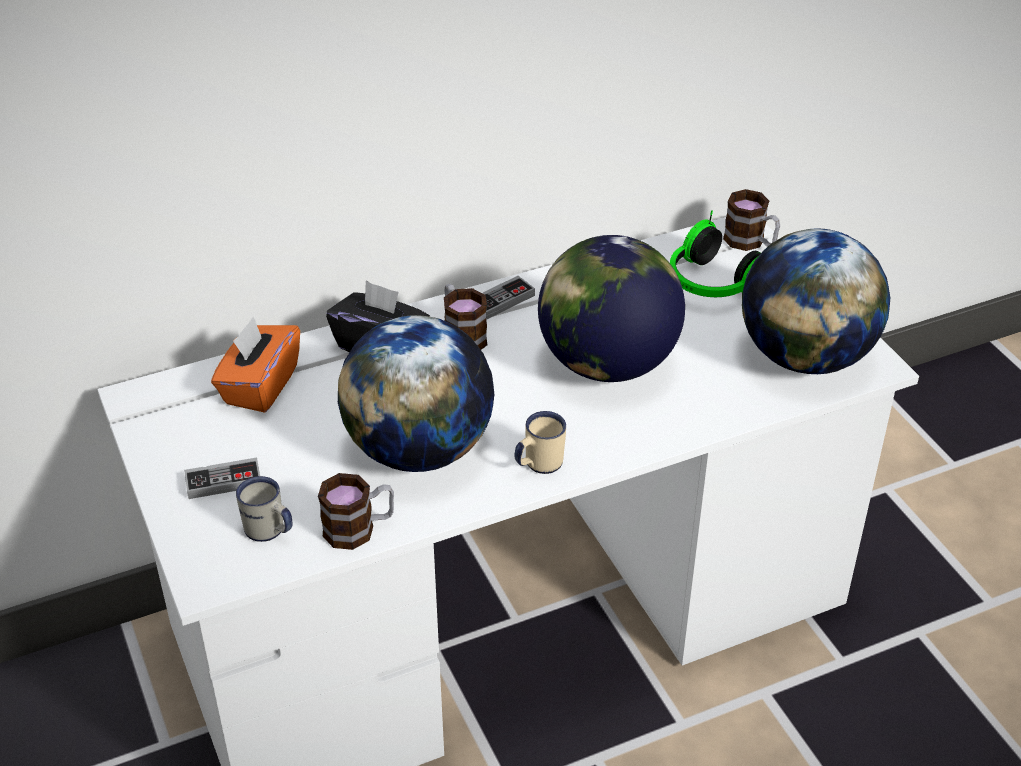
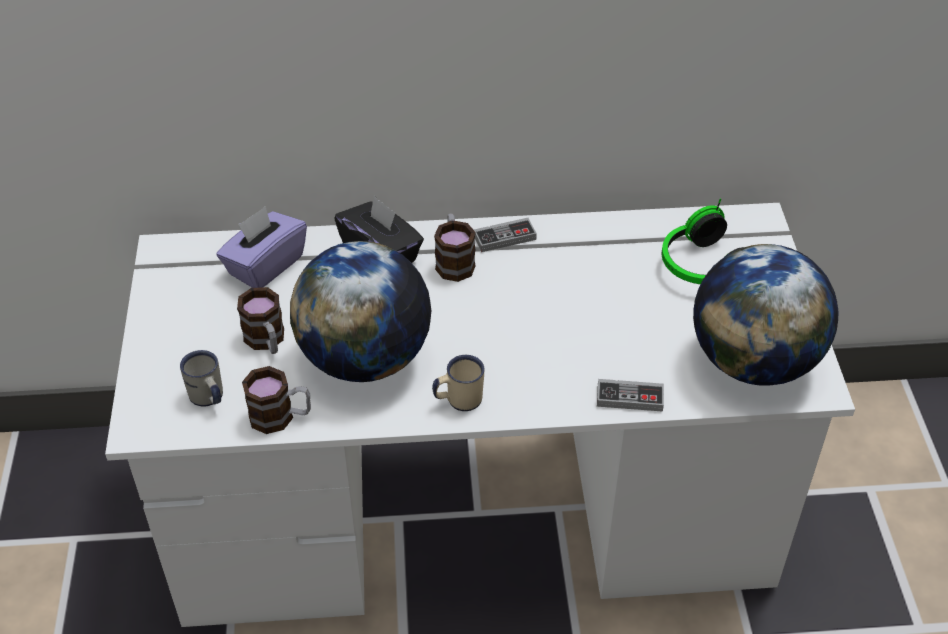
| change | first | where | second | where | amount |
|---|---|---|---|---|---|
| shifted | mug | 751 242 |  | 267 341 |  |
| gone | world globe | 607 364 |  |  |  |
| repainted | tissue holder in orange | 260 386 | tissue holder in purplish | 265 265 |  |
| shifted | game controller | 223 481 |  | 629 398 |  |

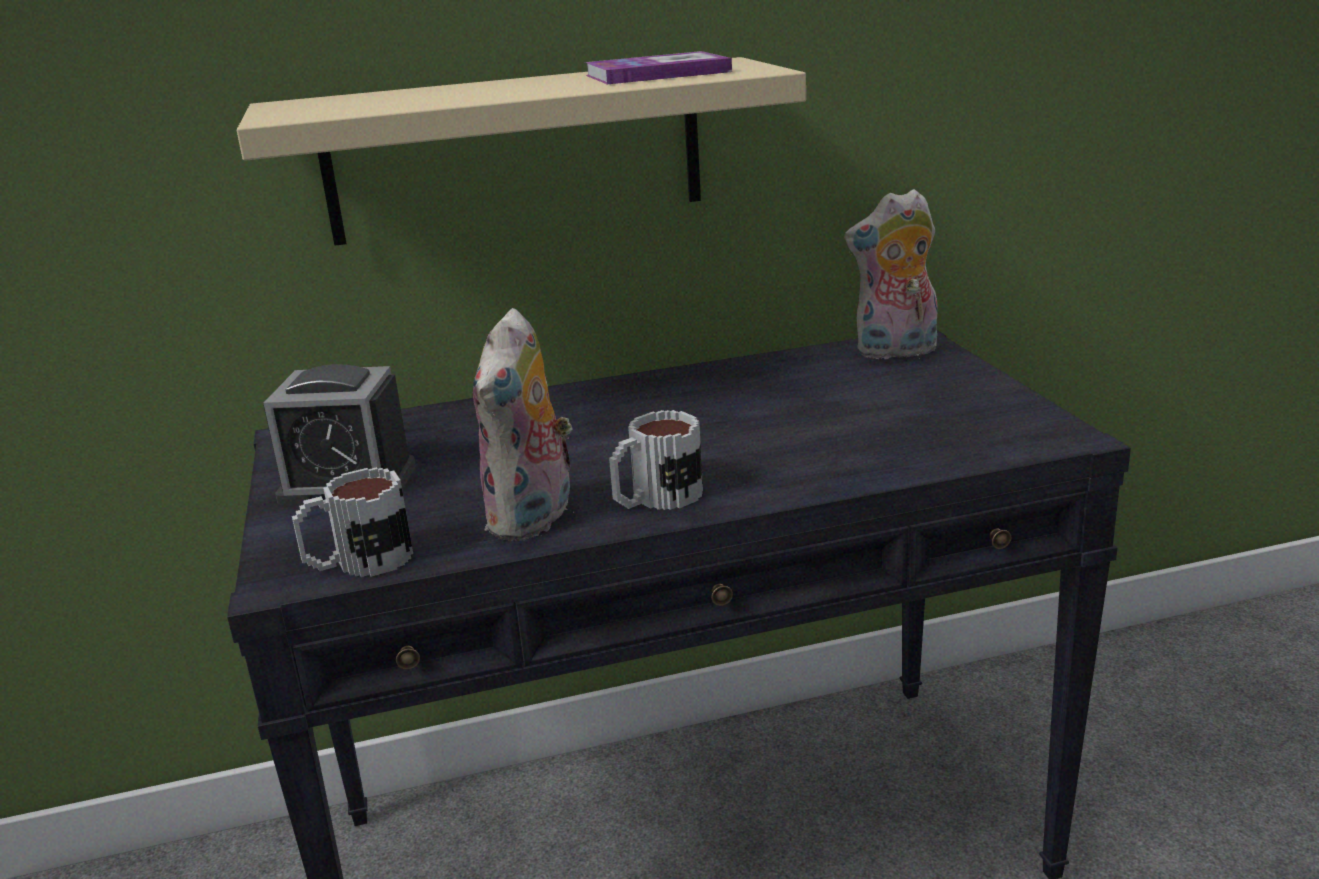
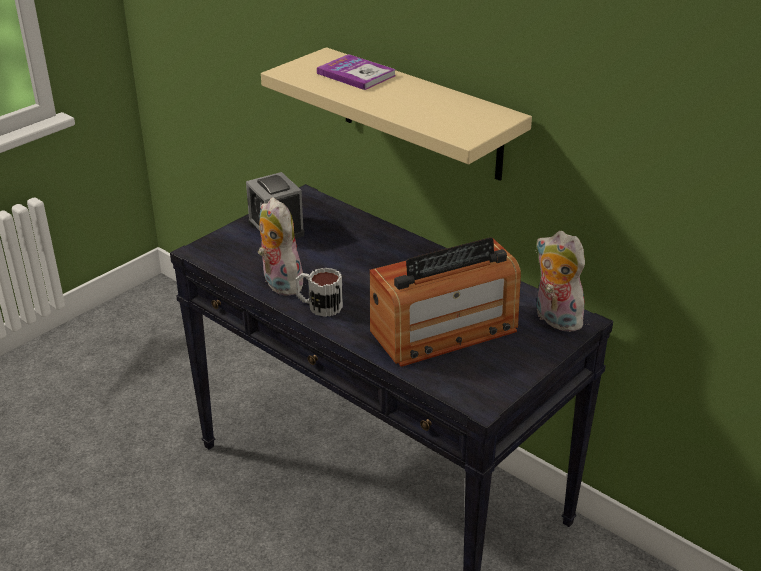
| change | first | where | second | where | amount |
|---|---|---|---|---|---|
| shifted | volume | 657 73 |  | 356 74 |  |
| rotated | plush toy | 534 519 |  | 279 283 | 75 degrees clockwise |
| gone | mug | 358 562 |  |  |  |
| new |  |  | radio | 444 331 |  |

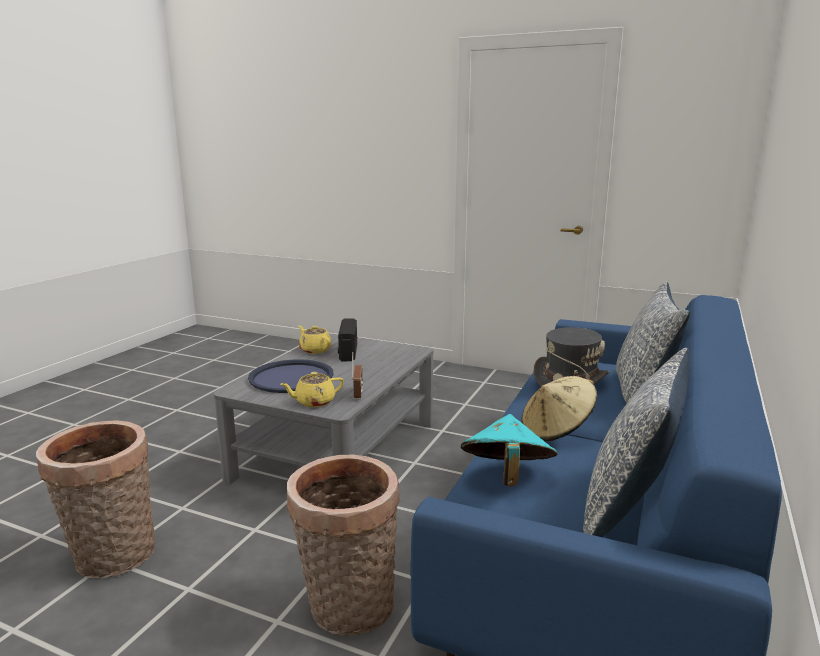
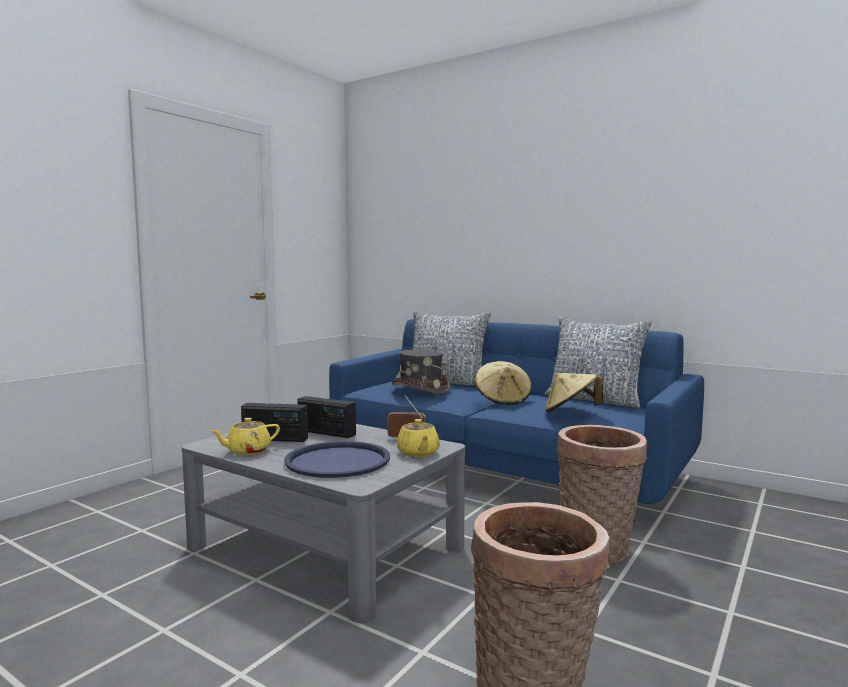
| change | first | where | second | where | amount |
|---|---|---|---|---|---|
| repainted | wearable hat in turquoise | 506 477 | wearable hat in sand-coloured | 571 412 |  |
| new |  |  | radio | 326 433 |  |

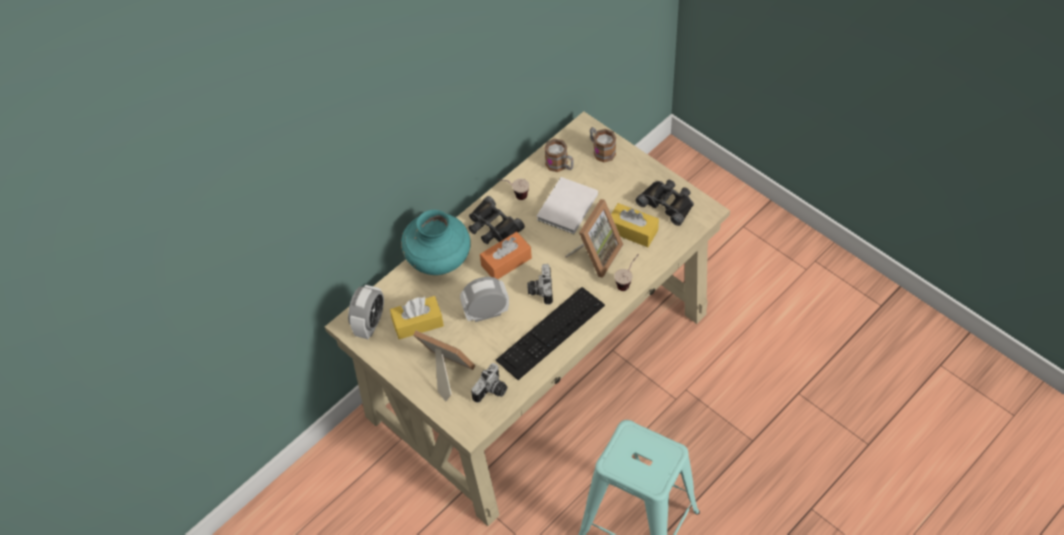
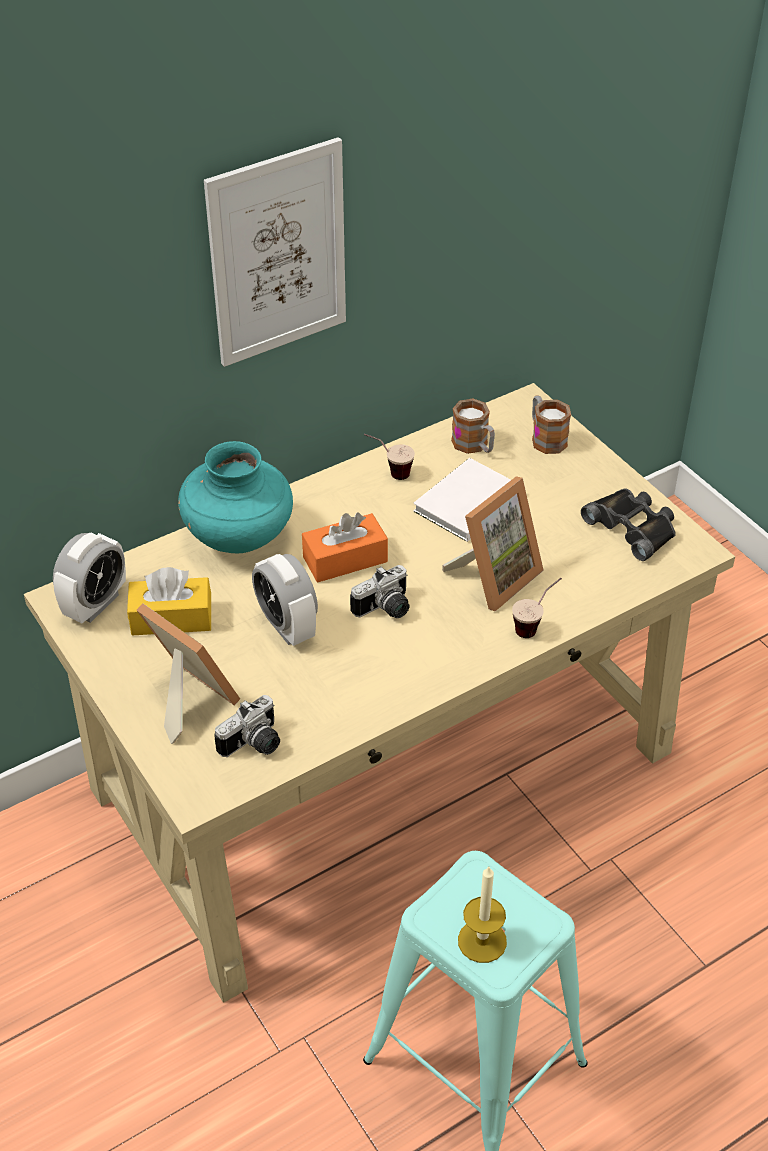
| change | first | where | second | where | amount |
|---|---|---|---|---|---|
| gone | binoculars in black | 493 226 |  |  |  |
| gone | tissue holder in yellow | 632 231 |  |  |  |
| rotated | photo camera | 539 290 |  | 385 609 | 135 degrees counterclockwise |
| rotated | table clock | 486 313 |  | 287 626 | 120 degrees counterclockwise |
| gone | PC keyboard | 550 332 |  |  |  |
| new |  |  | wall art | 277 253 |  |
| new |  |  | wax light | 482 941 |  |

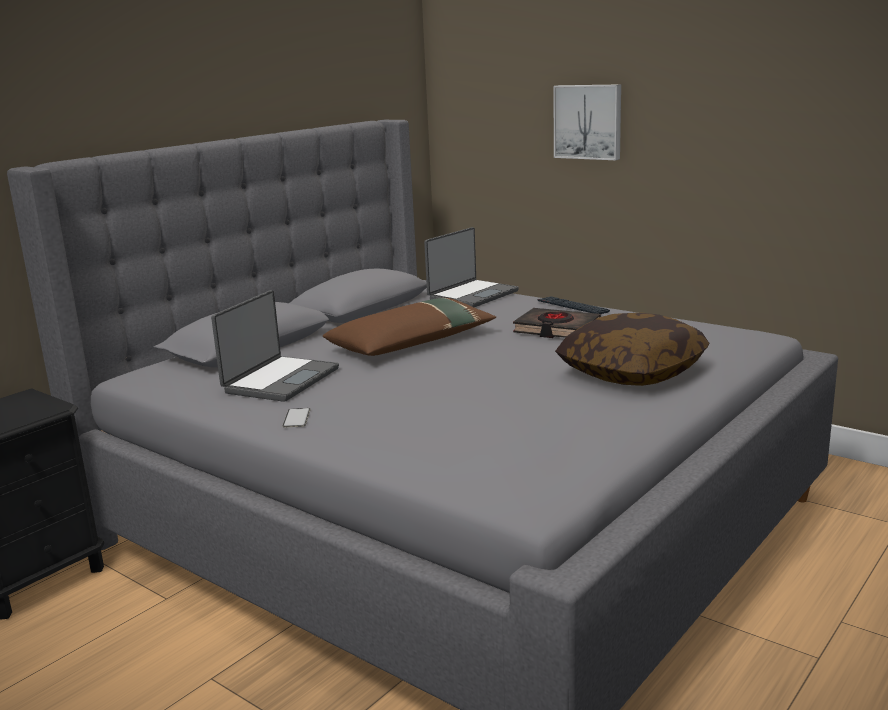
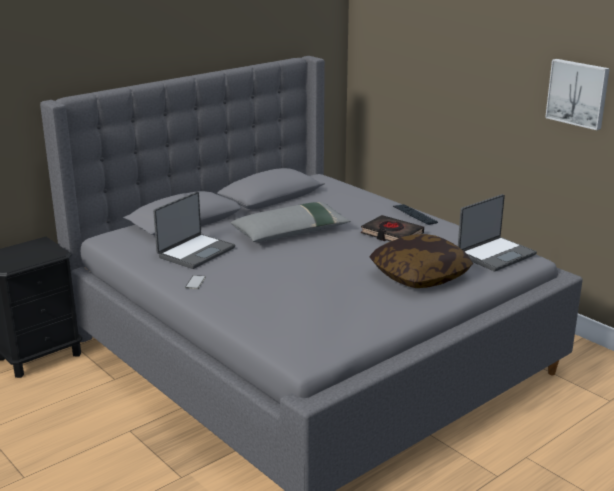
| change | first | where | second | where | amount |
|---|---|---|---|---|---|
| shifted | wall art | 588 121 |  | 578 93 |  |
| shifted | notebook computer | 472 295 |  | 495 254 |  |
| repainted | pillow in brownish | 413 343 | pillow in gray | 291 232 |  |

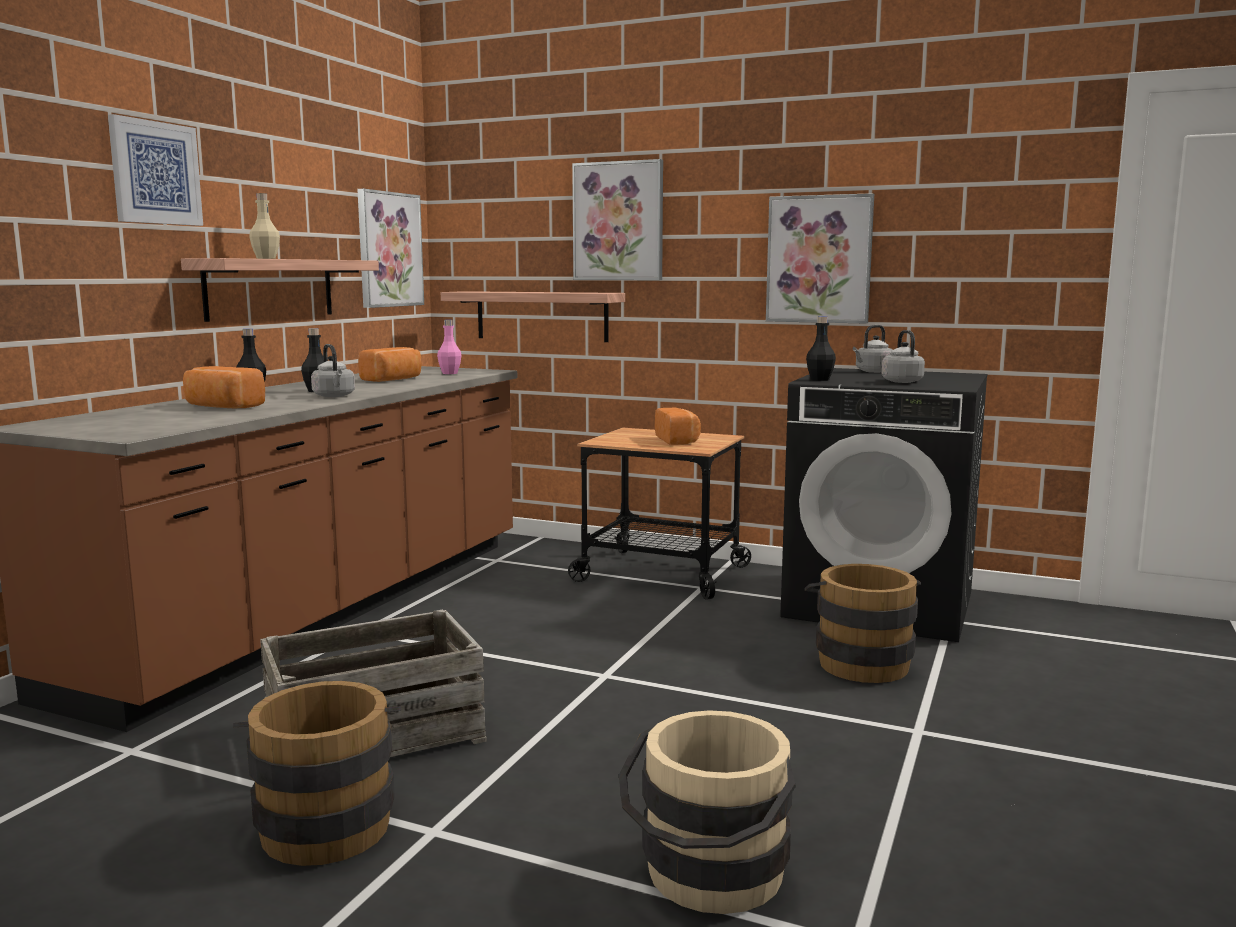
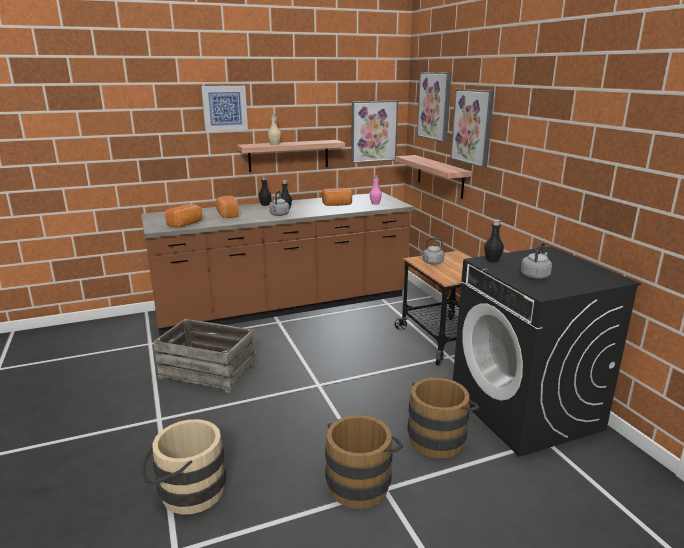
| change | first | where | second | where | amount |
|---|---|---|---|---|---|
| shifted | wall art | 819 259 |  | 434 106 |  |
| shifted | kettle in gray | 872 371 |  | 431 262 |  |
| shifted | baked bread | 678 440 |  | 186 224 |  |
| shifted | water bucket in brownish | 326 821 |  | 361 481 |  |

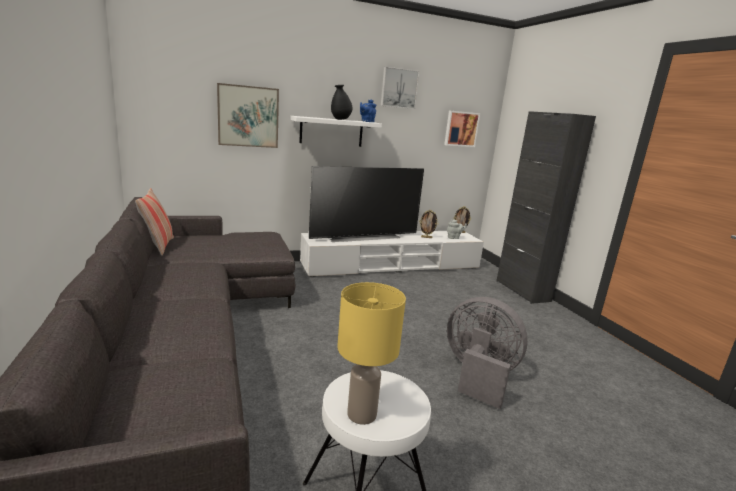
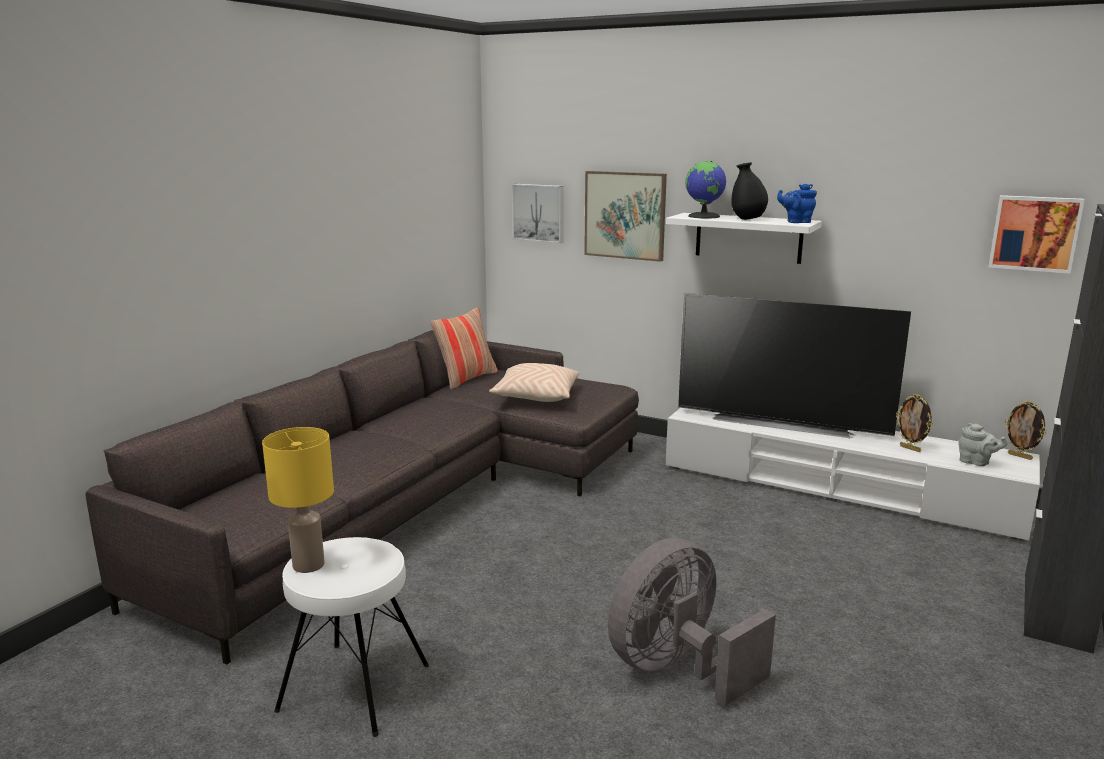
| change | first | where | second | where | amount |
|---|---|---|---|---|---|
| shifted | wall art | 399 88 |  | 539 212 |  |
| rotated | electric fan in gray | 478 376 |  | 678 669 | 120 degrees counterclockwise |
| new |  |  | world globe | 704 216 |  |
| new |  |  | pillow in sand-coloured | 536 397 |  |

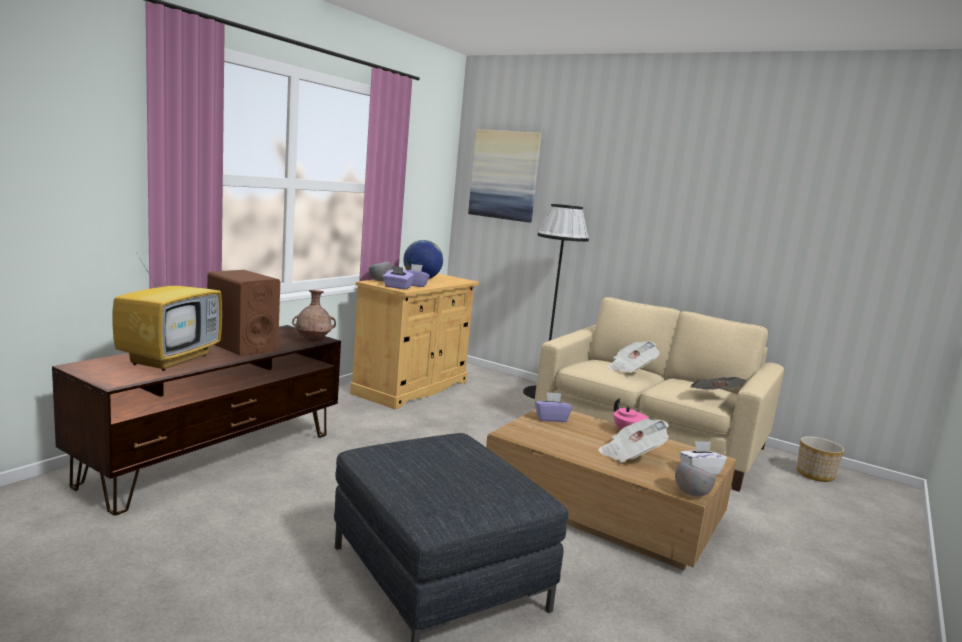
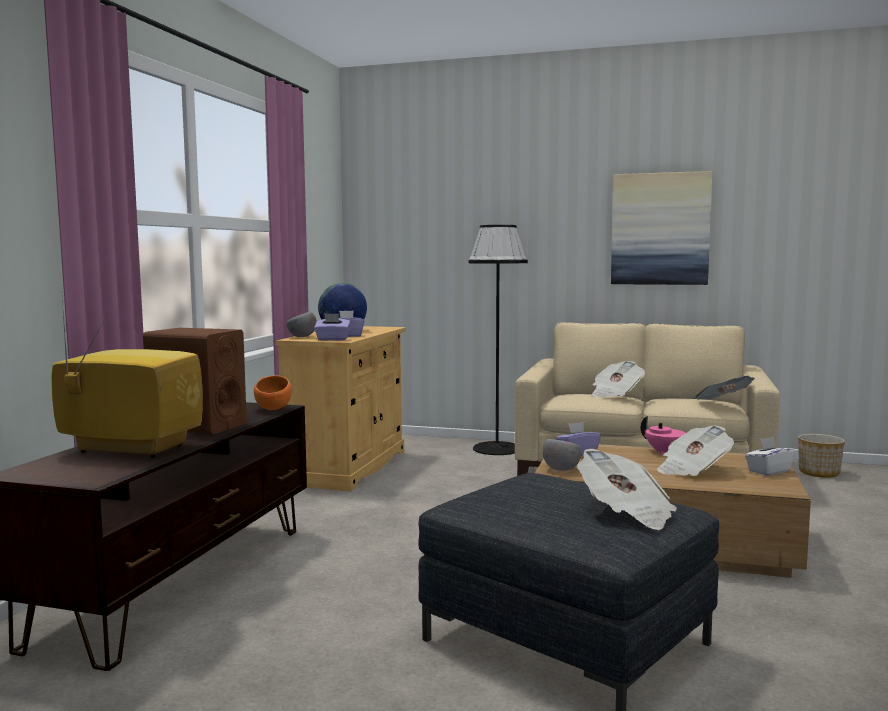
| change | first | where | second | where | amount |
|---|---|---|---|---|---|
| shifted | wall art | 504 175 |  | 660 229 |  |
| rotated | television | 170 359 |  | 128 449 | 75 degrees counterclockwise |
| swapped | decorative vase in brownish | 313 340 | deep dish in orange | 273 409 |  |
| shifted | deep dish in gray | 691 493 |  | 560 470 |  |
| new |  |  | daily paper | 626 514 |  |

